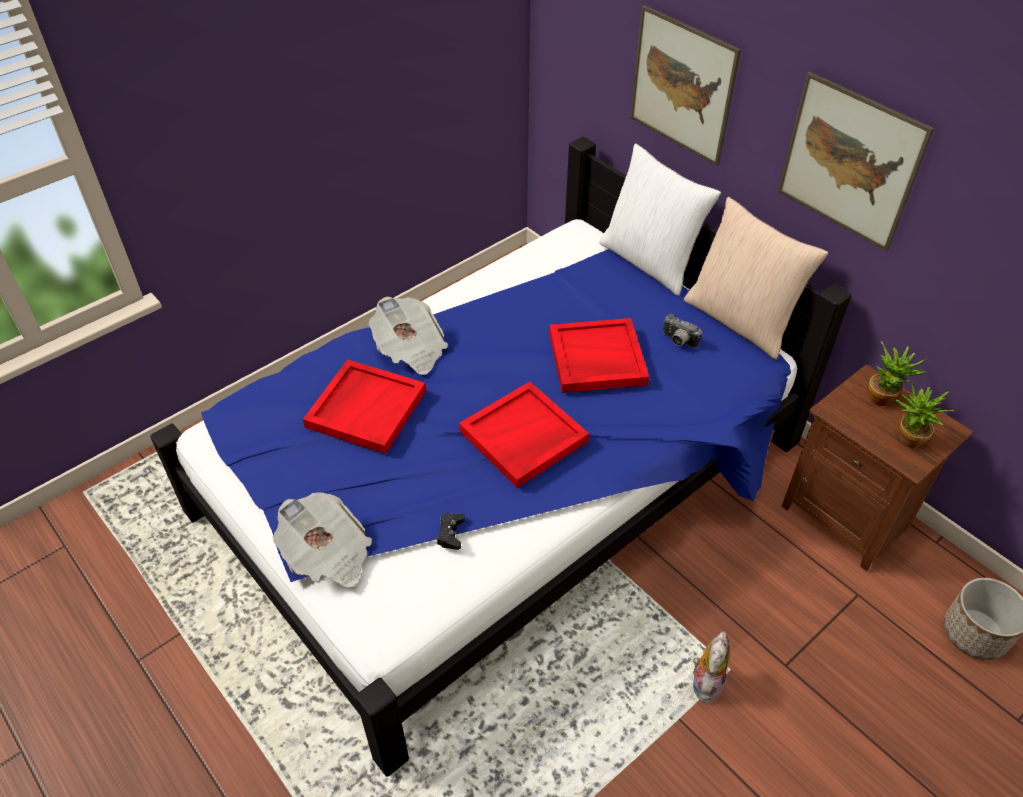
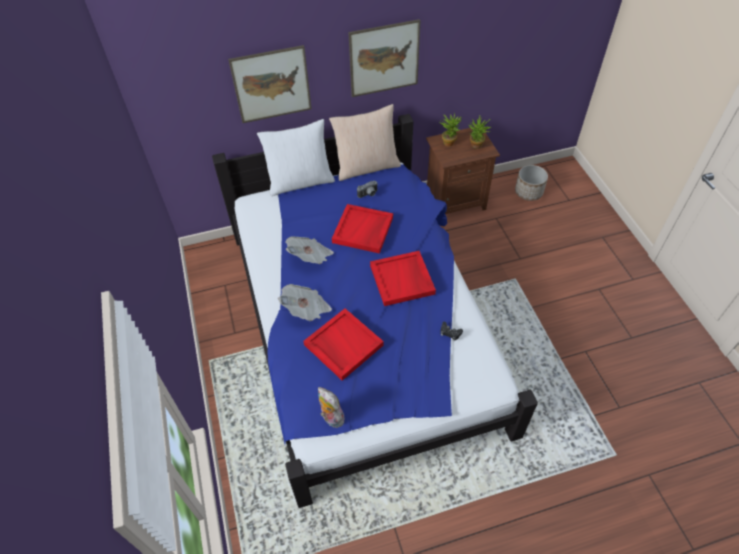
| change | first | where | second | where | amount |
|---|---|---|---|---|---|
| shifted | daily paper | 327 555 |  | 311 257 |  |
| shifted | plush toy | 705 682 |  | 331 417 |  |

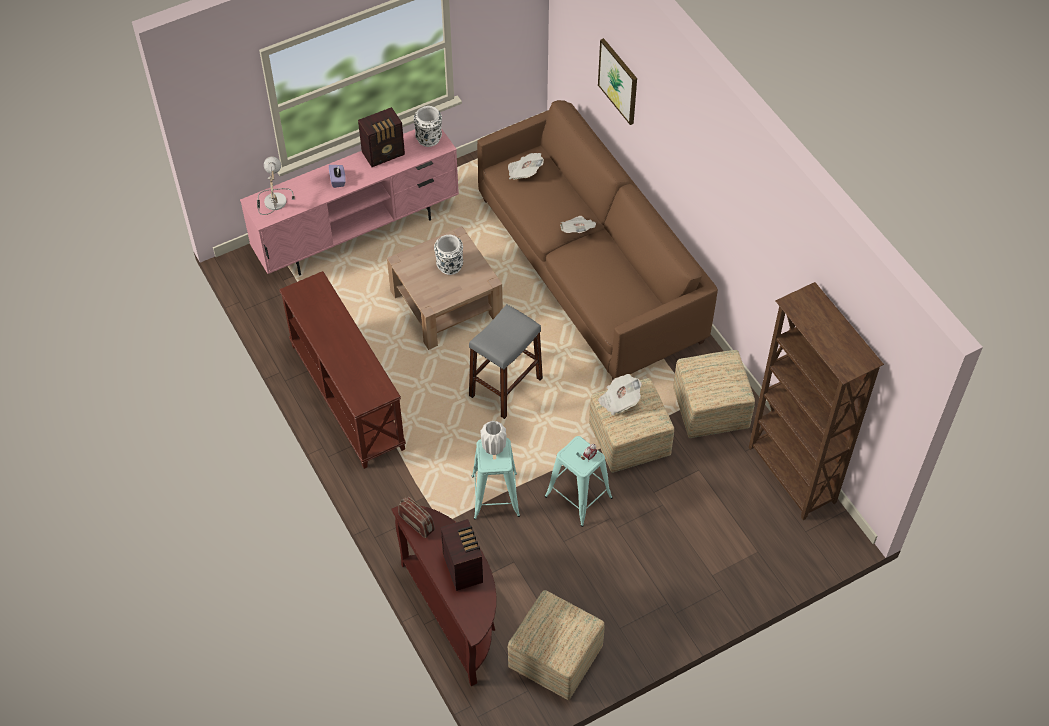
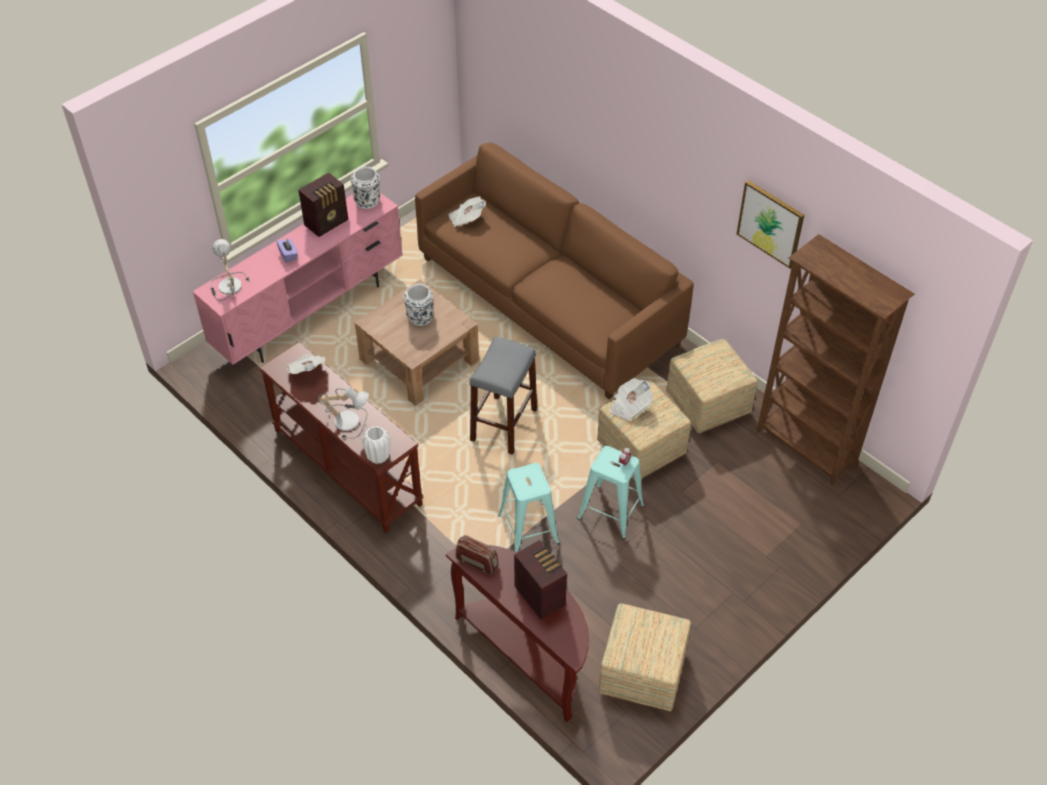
| change | first | where | second | where | amount |
|---|---|---|---|---|---|
| shifted | wall art | 618 81 |  | 770 223 |  |
| shifted | daily paper | 577 231 |  | 307 370 |  |
| shifted | decorative vase in white | 493 448 |  | 378 457 |  |
| new |  |  | lamp for a table | 349 419 |  |

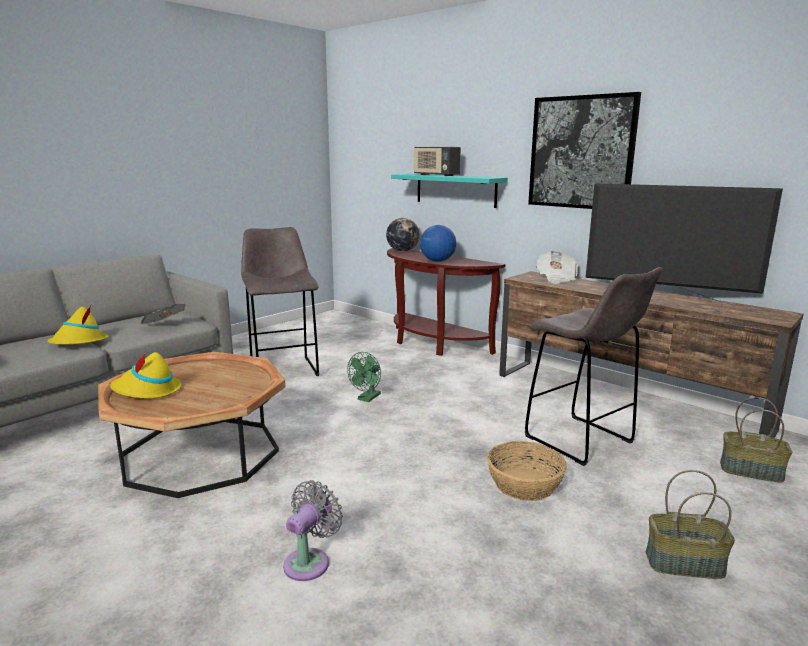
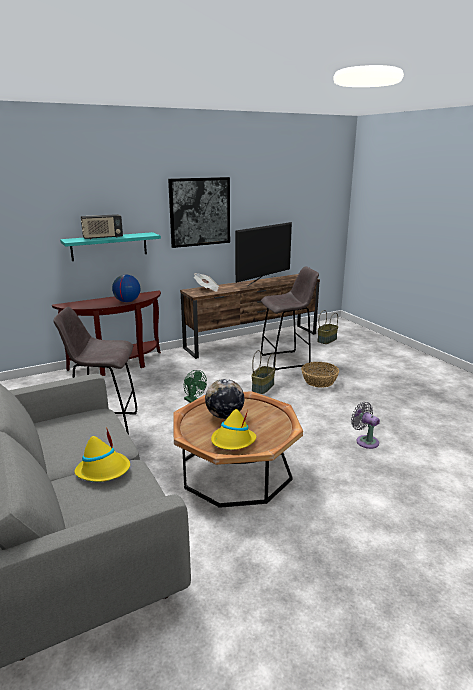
| change | first | where | second | where | amount |
|---|---|---|---|---|---|
| shifted | world globe | 402 251 |  | 224 416 |  |
| gone | daily paper | 164 326 |  |  |  |
| shifted | storage basket | 684 564 |  | 263 387 |  |

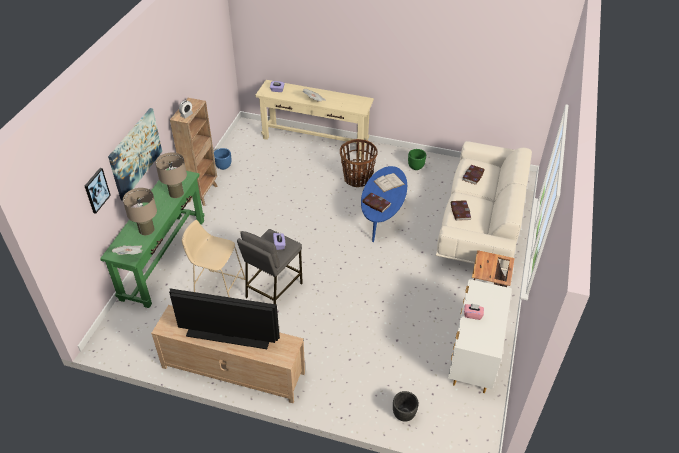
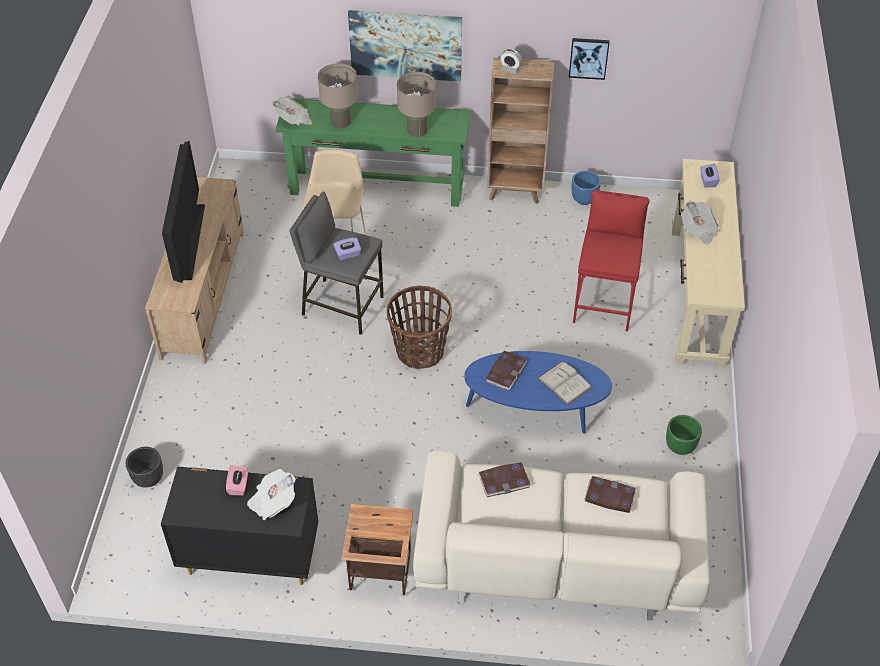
| change | first | where | second | where | amount |
|---|---|---|---|---|---|
| shifted | storage basket | 357 179 |  | 419 351 |  |
| shifted | wall art | 96 190 |  | 588 58 |  |
| repainted | drawer chest in white | 473 359 | drawer chest in black | 249 557 |  |
| new |  |  | sitting stool in red | 604 302 |  |
| new |  |  | daily paper | 272 501 |  |

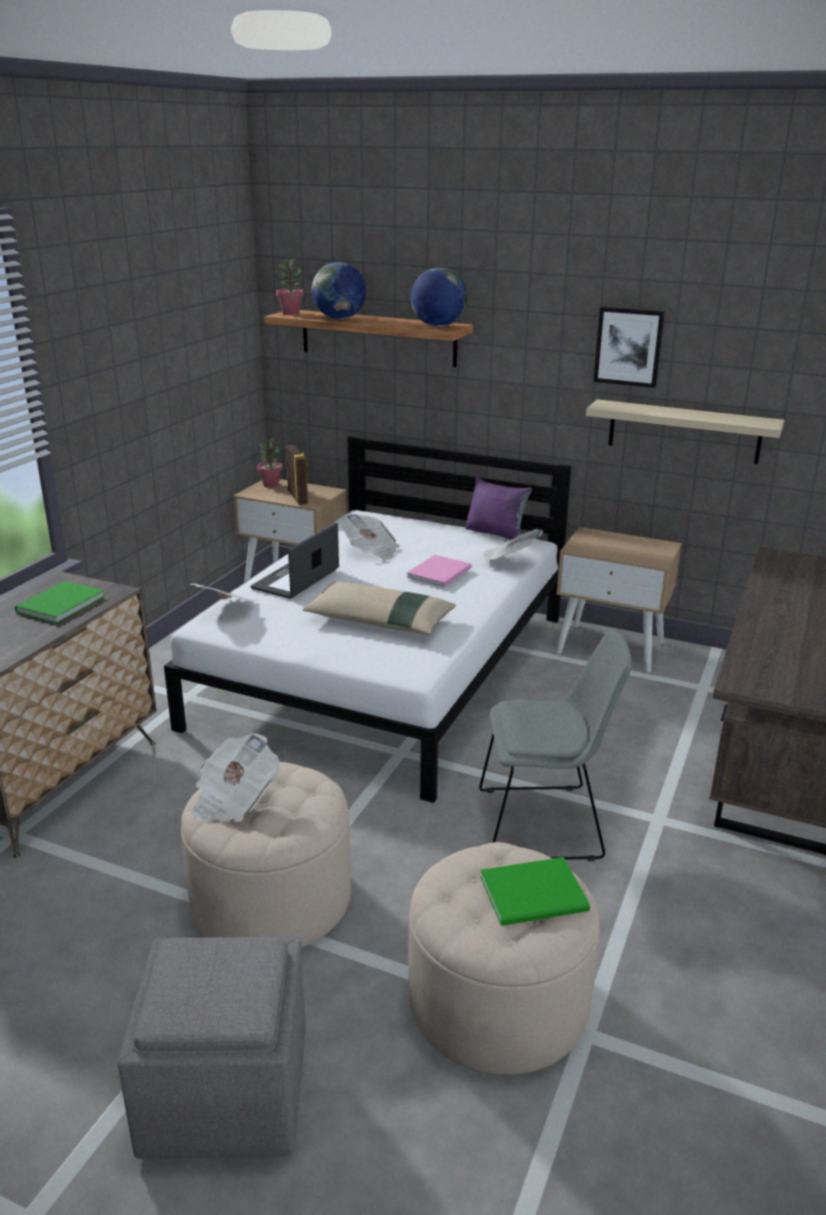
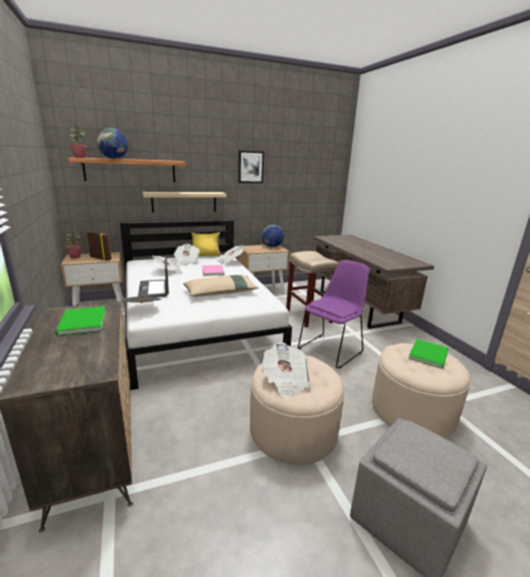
| change | first | where | second | where | amount |
|---|---|---|---|---|---|
| shifted | world globe | 438 326 |  | 272 246 |  |
| shifted | wall shelf in sand-coloured | 684 431 |  | 184 202 |  |
| repainted | pillow in purplish | 496 533 | pillow in yellow | 206 255 |  |
| repainted | upright chair in gray | 545 823 | upright chair in purplish | 331 350 |  |
| new |  |  | daily paper | 186 261 |  |
| new |  |  | sitting stool in sand-coloured | 308 316 |  |

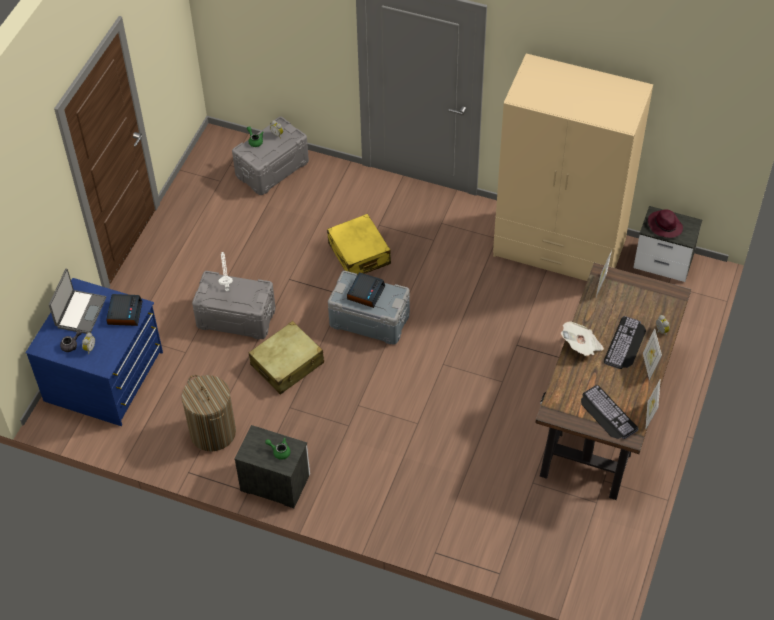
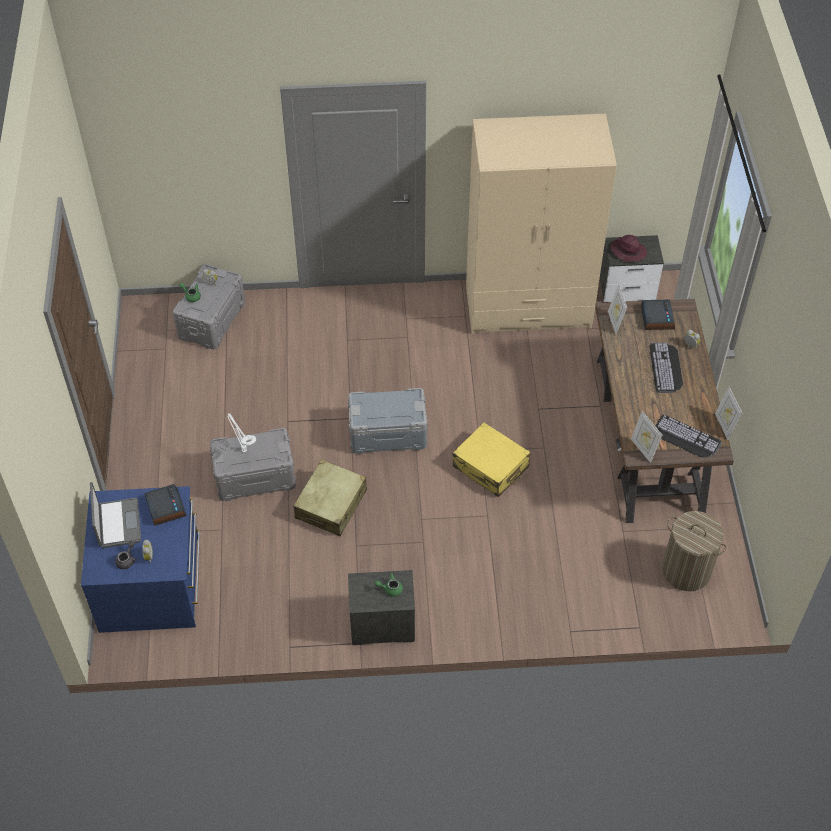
| change | first | where | second | where | amount |
|---|---|---|---|---|---|
| shifted | piece of luggage in yellow | 359 254 |  | 491 467 |  |
| shifted | table clock | 365 292 |  | 657 318 |  |
| gone | daily paper | 581 346 |  |  |  |
| shifted | standing frame | 649 366 |  | 643 449 |  |
| shifted | hamper | 212 432 |  | 686 570 |  |

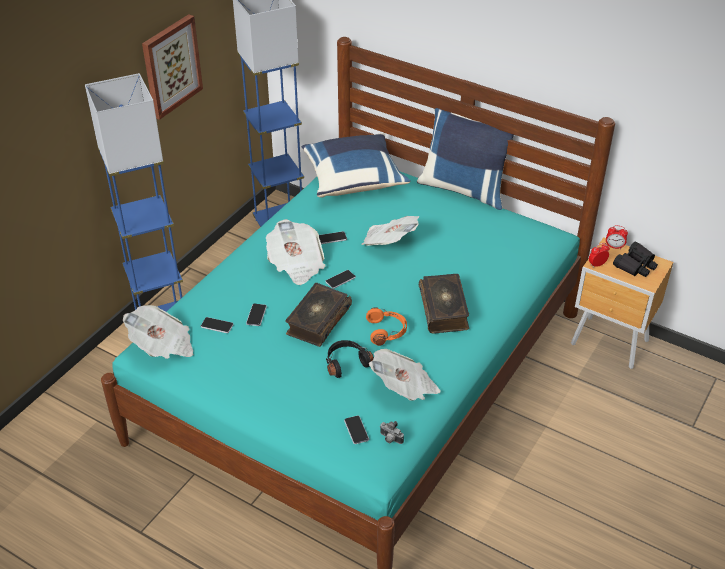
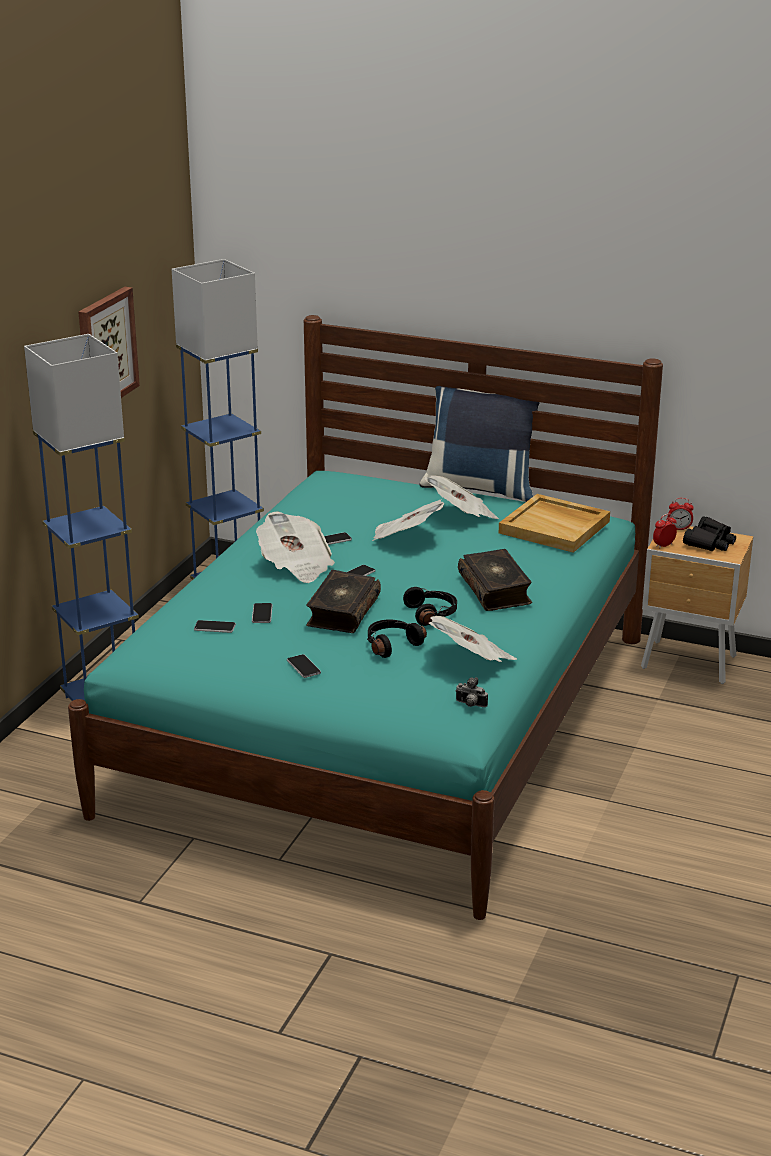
| change | first | where | second | where | amount |
|---|---|---|---|---|---|
| gone | pillow in bluish | 353 179 |  |  |  |
| shifted | daily paper | 162 346 |  | 461 515 |  |
| repainted | headphones in orange | 387 331 | headphones in black | 432 614 |  |
| shifted | phone | 356 430 |  | 303 667 |  |
| new |  |  | tray in sand-coloured | 555 527 |  |

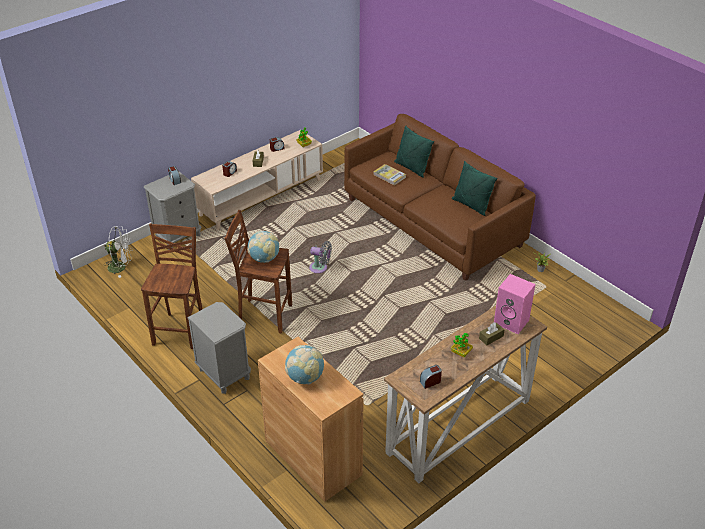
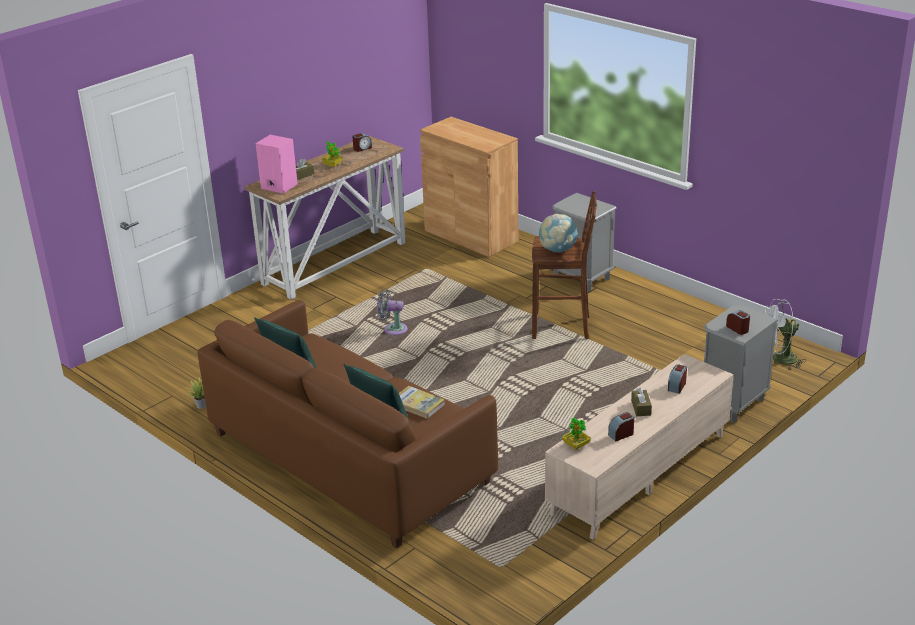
| change | first | where | second | where | amount |
|---|---|---|---|---|---|
| gone | sitting stool in brownish | 180 330 |  |  |  |
| shifted | electric fan in gray | 320 268 |  | 393 329 |  |
| gone | world globe | 305 378 |  |  |  |

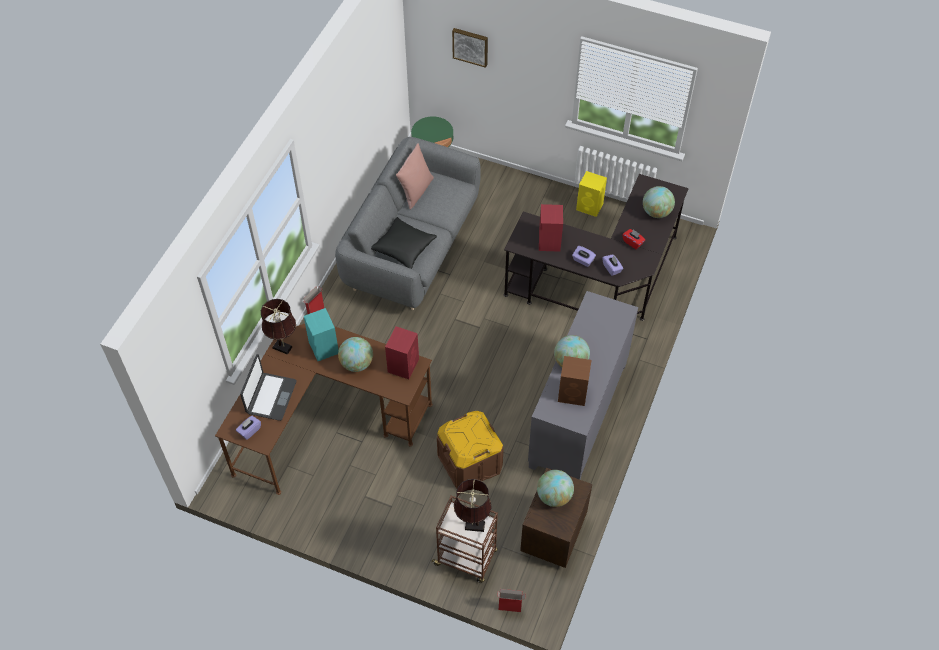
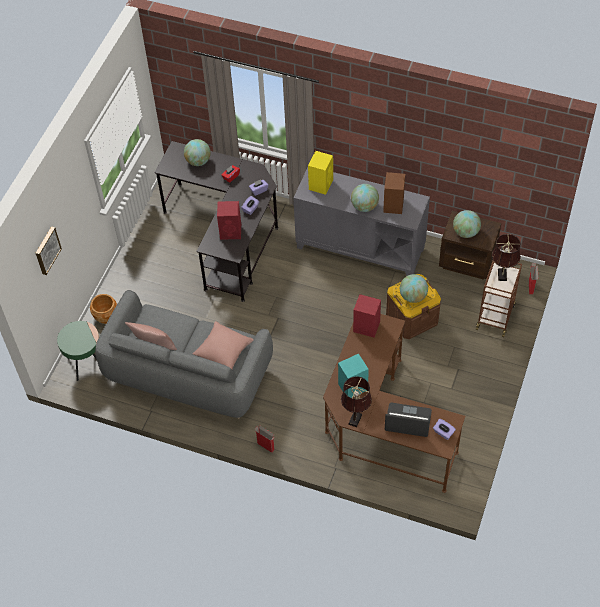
| change | first | where | second | where | amount |
|---|---|---|---|---|---|
| shifted | speaker in yellow | 590 207 |  | 321 184 |  |
| repainted | pillow in black | 403 248 | pillow in pink | 223 351 |  |
| shifted | world globe | 357 363 |  | 413 296 |  |
| new |  |  | planter in brownish | 106 316 |  |

